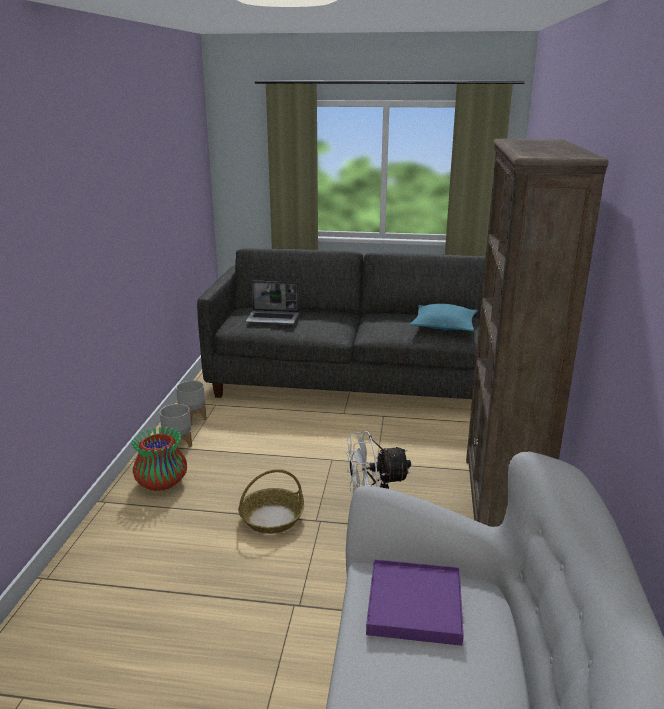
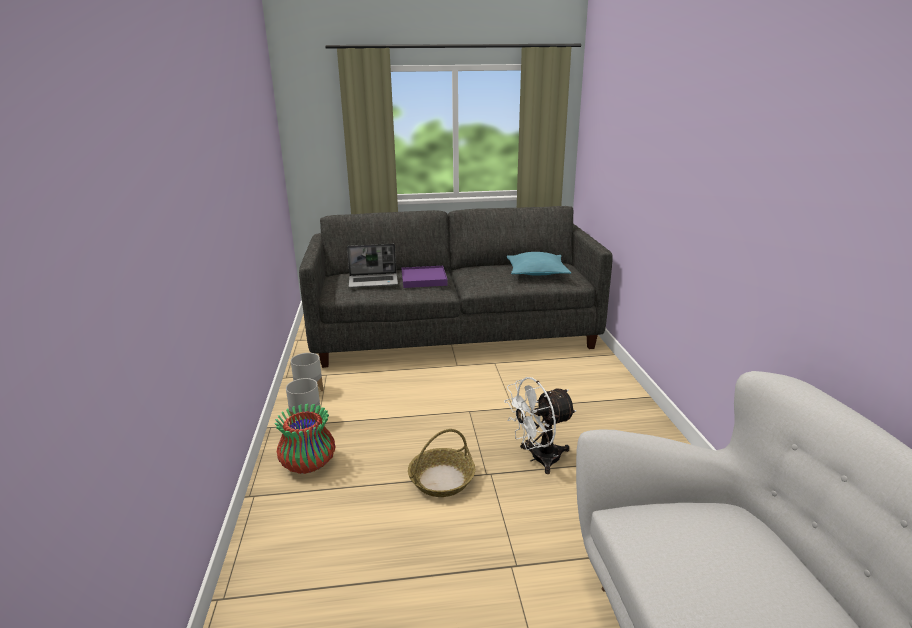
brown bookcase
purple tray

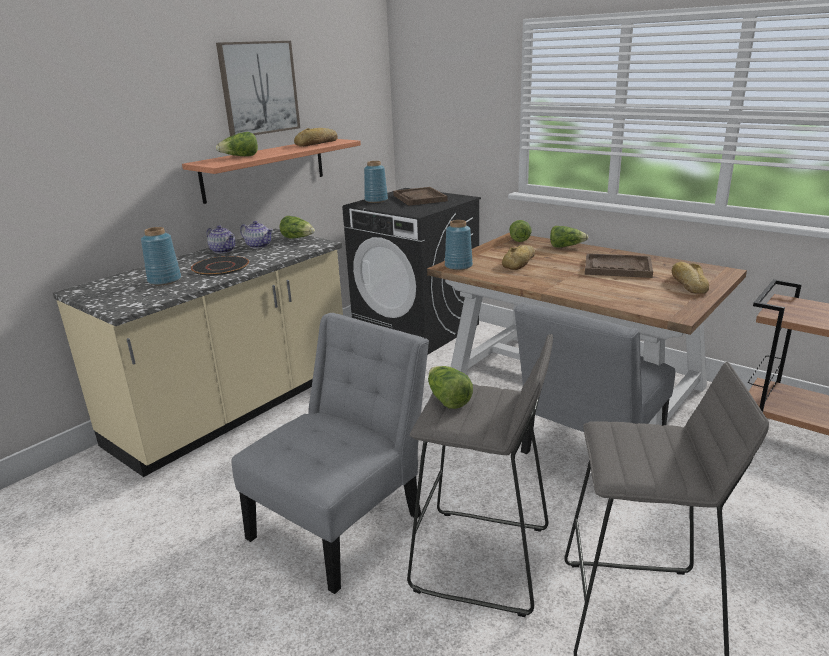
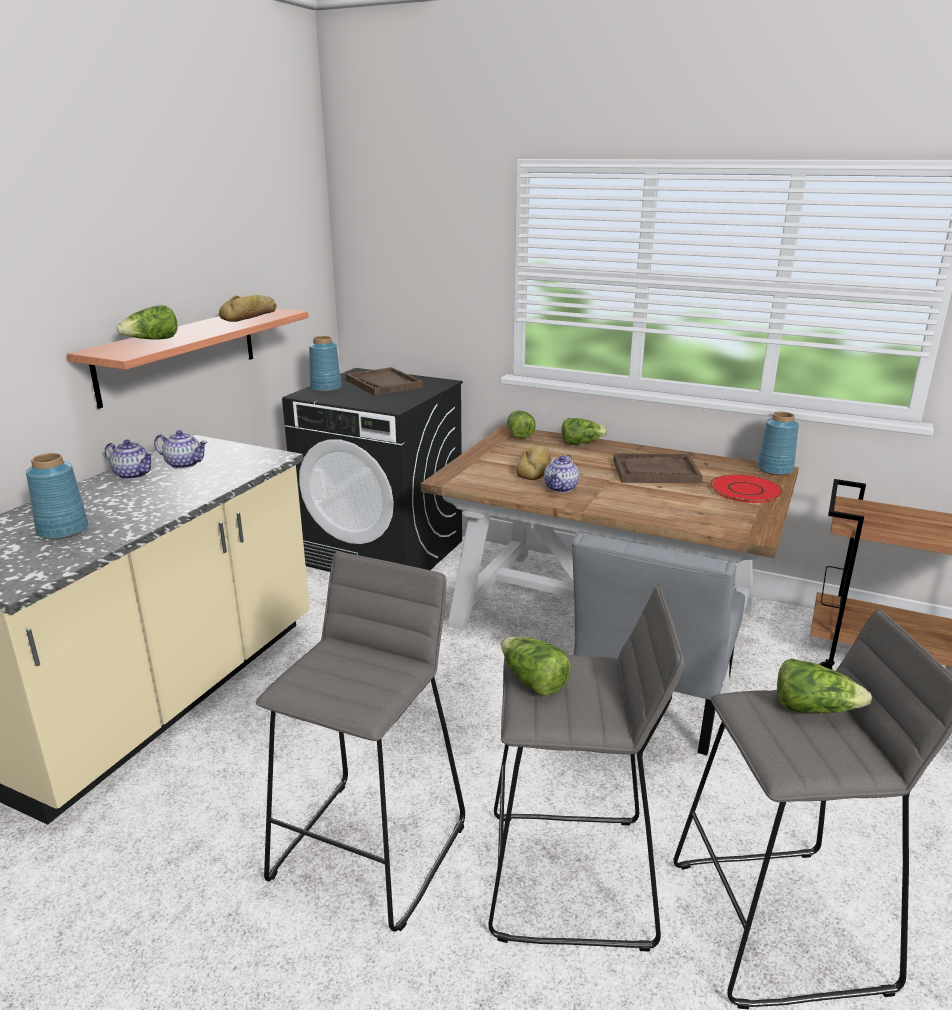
picture
lettuce (5th from left)
blue vase (3rd from left)
black plate
red plate
grey stool (1st from left)
teapot (3rd from left)

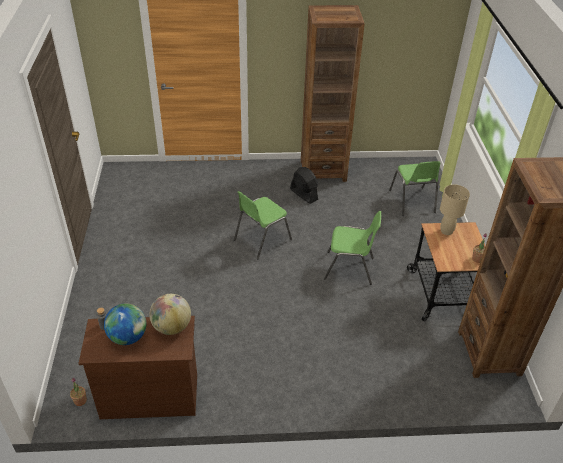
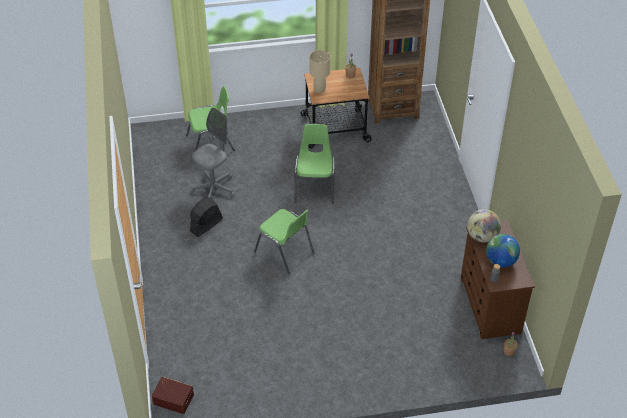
brown bookcase (1st from left in the first image)
grey office chair
brown storage box

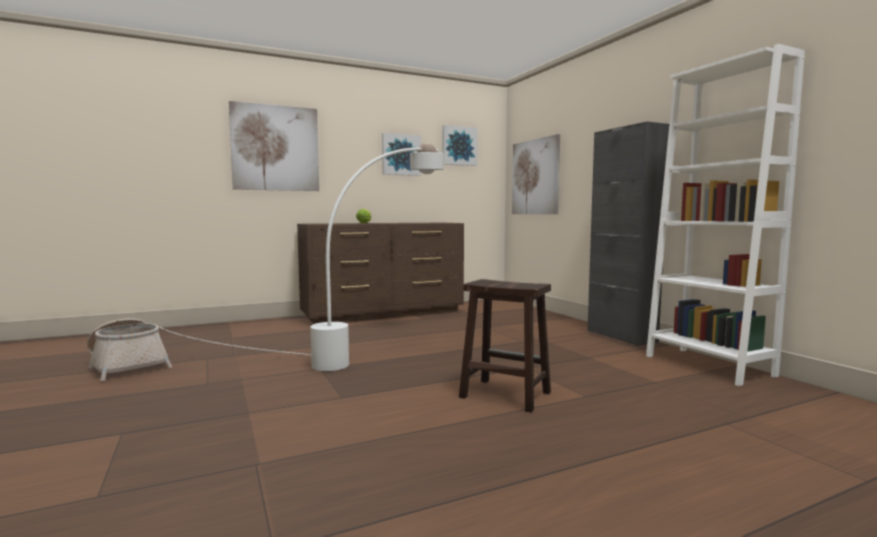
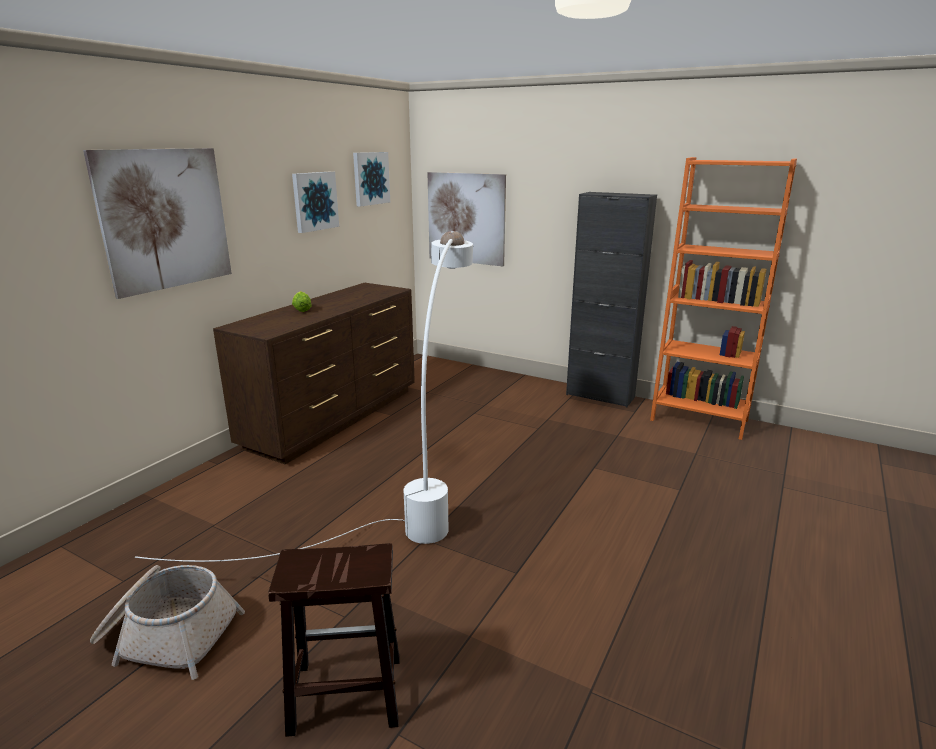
orange bookcase
brown stool

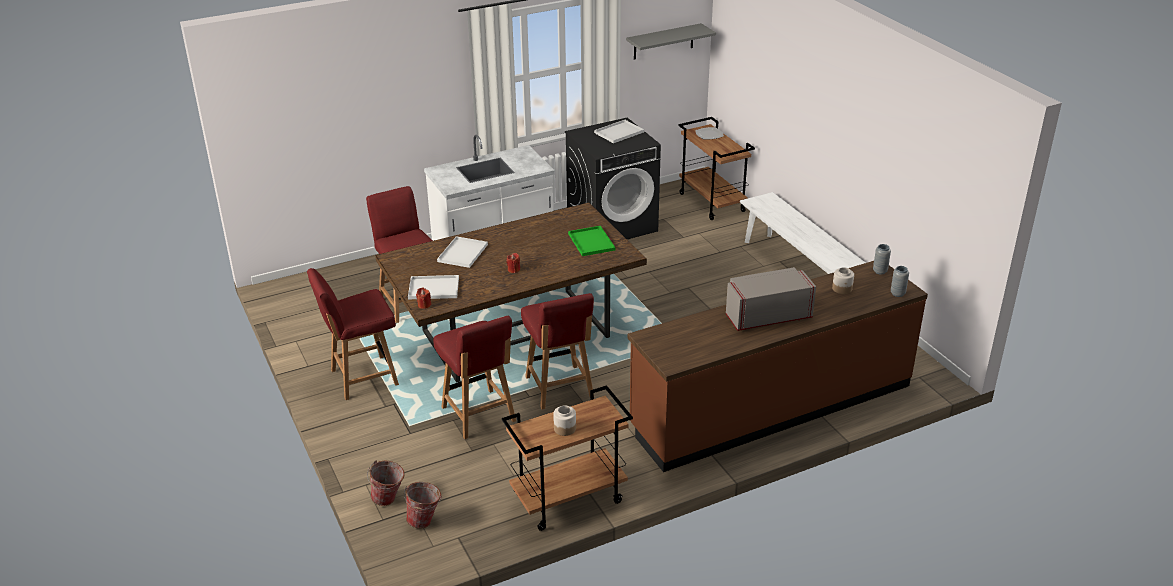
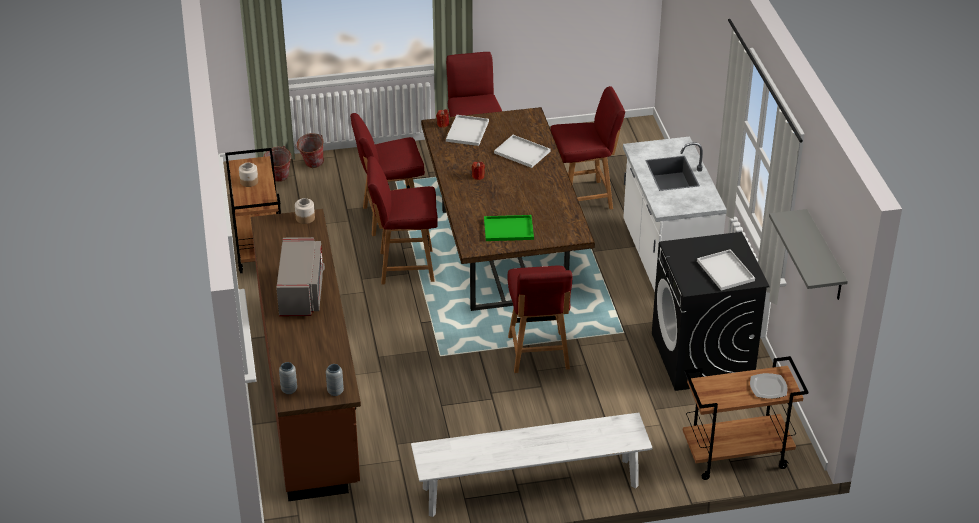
jar (2nd from left)
red chair (4th from left)

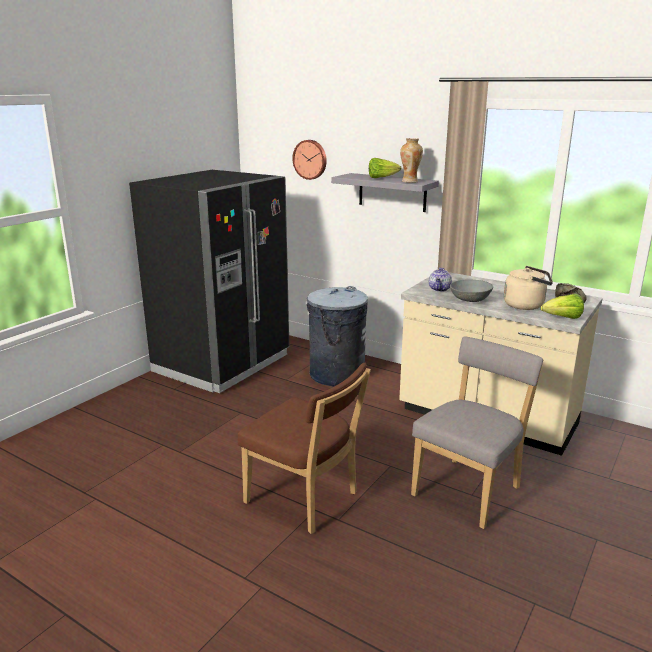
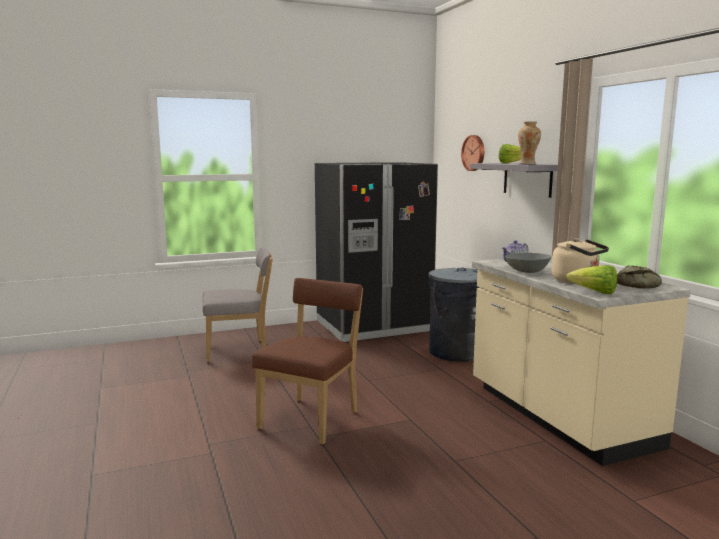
grey chair
brown chair

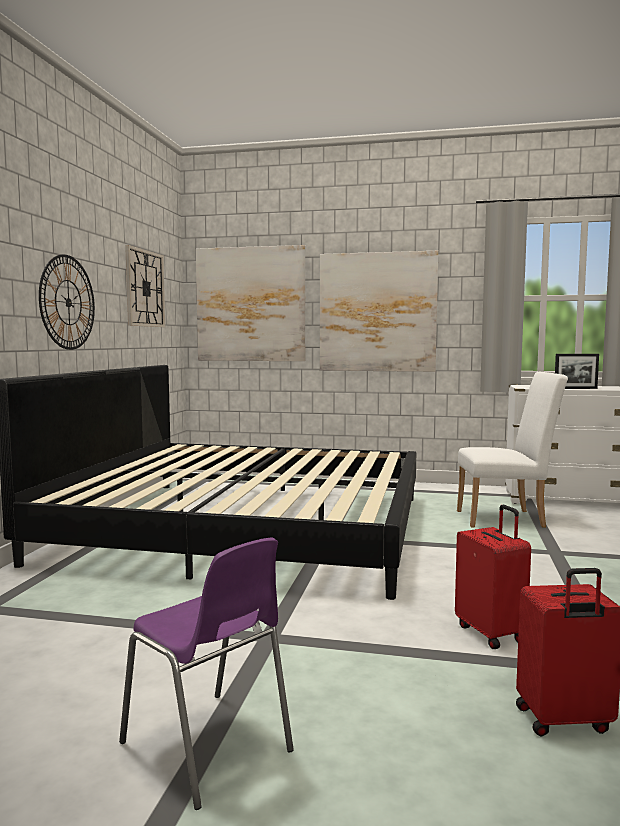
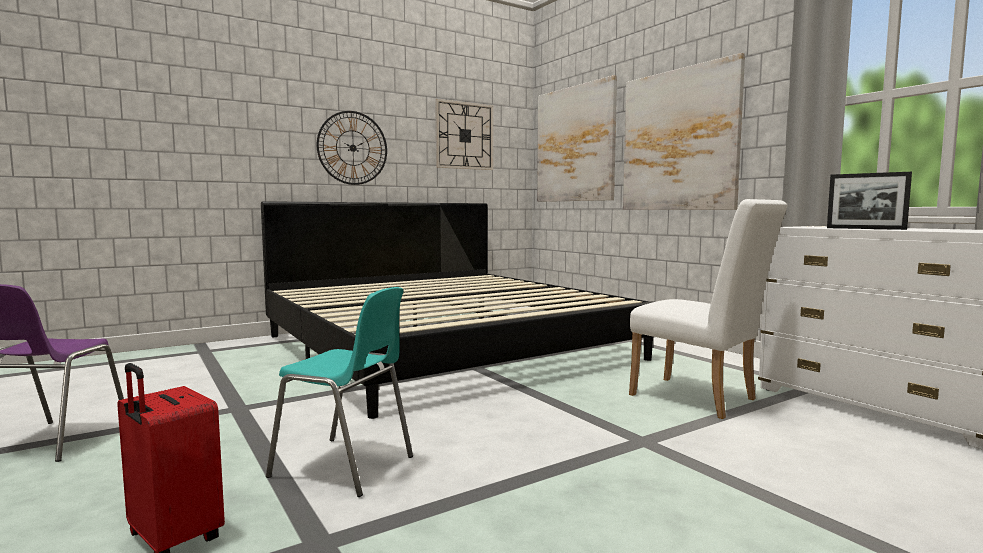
turquoise chair

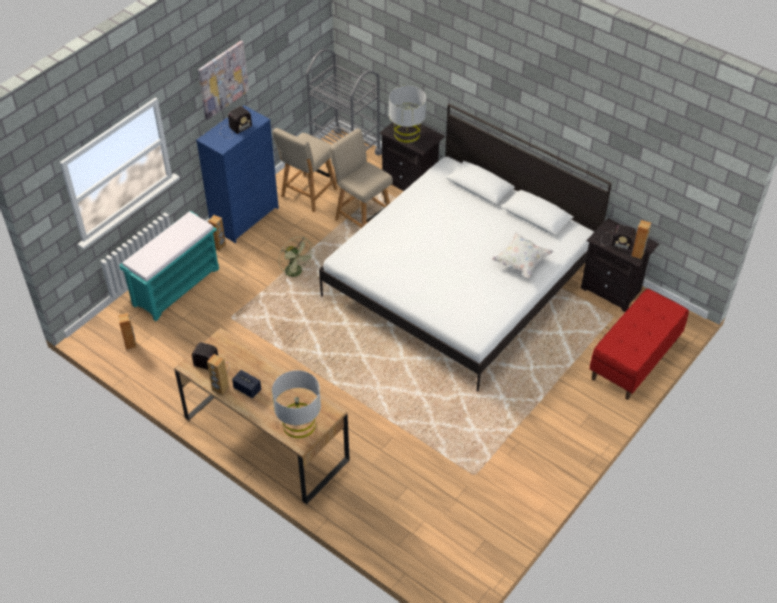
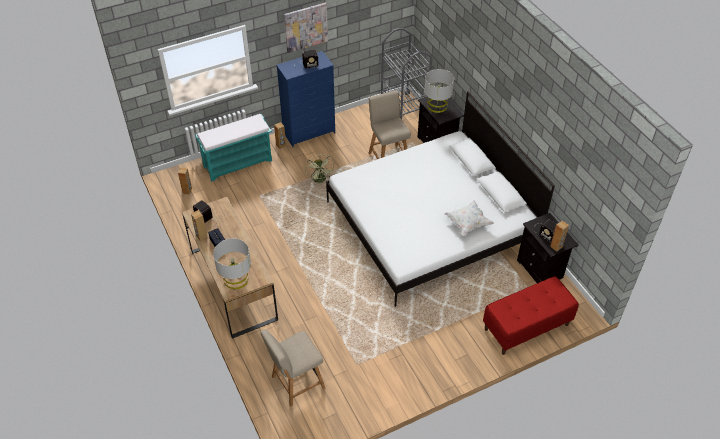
beige chair (1st from left)

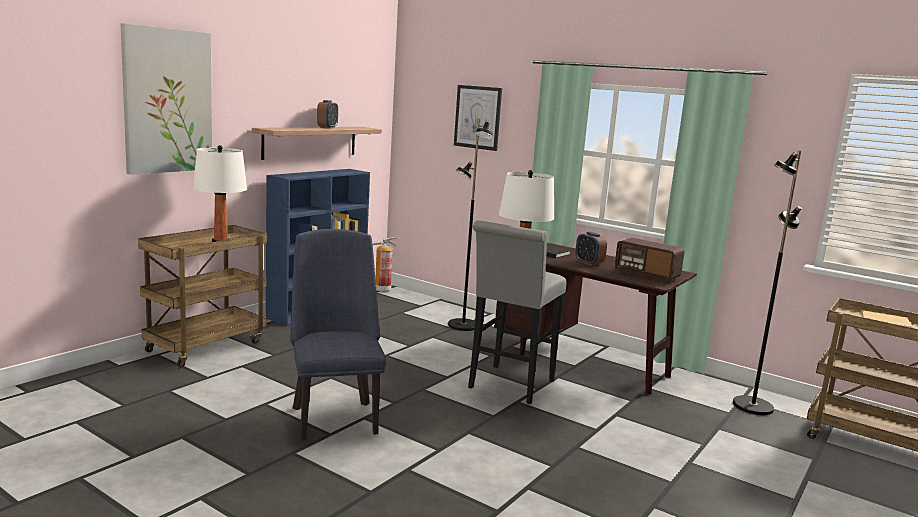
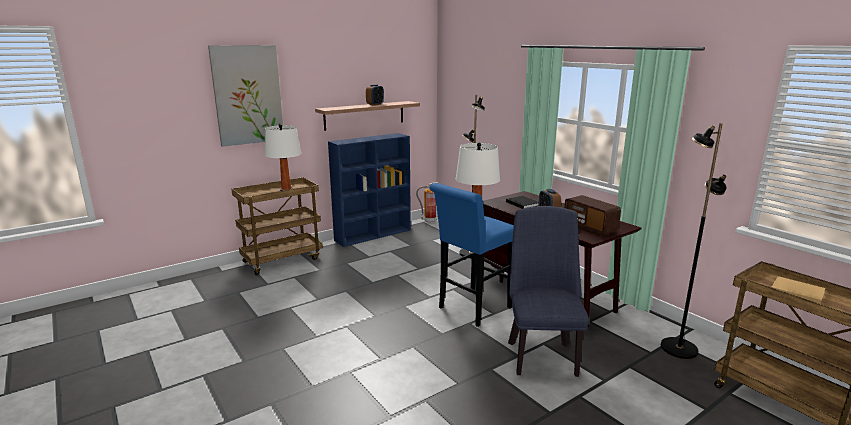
picture (2nd from left in the first image)
blue stool
blue chair

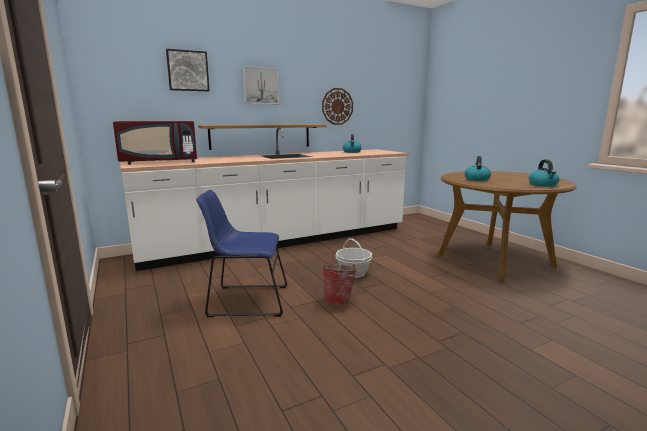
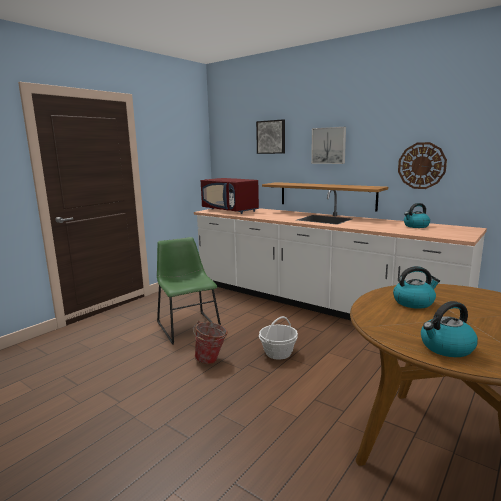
green chair

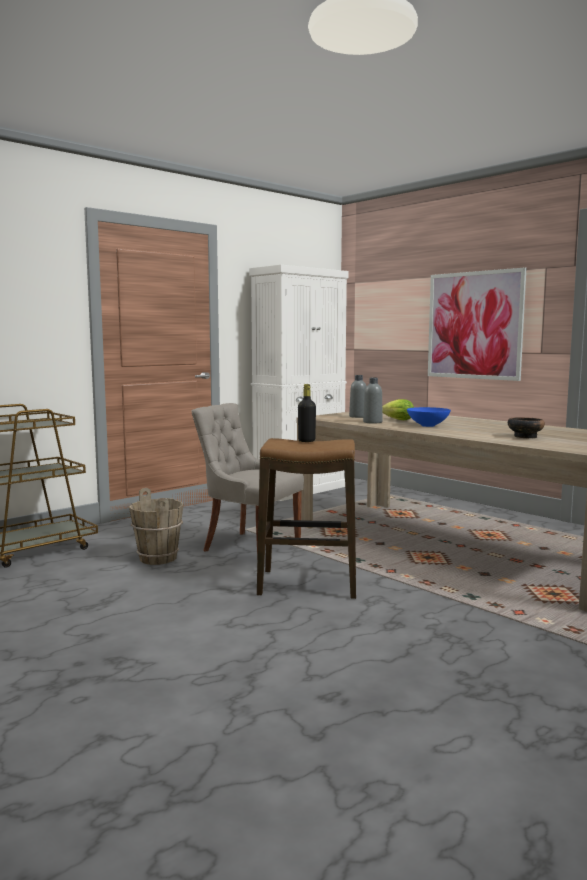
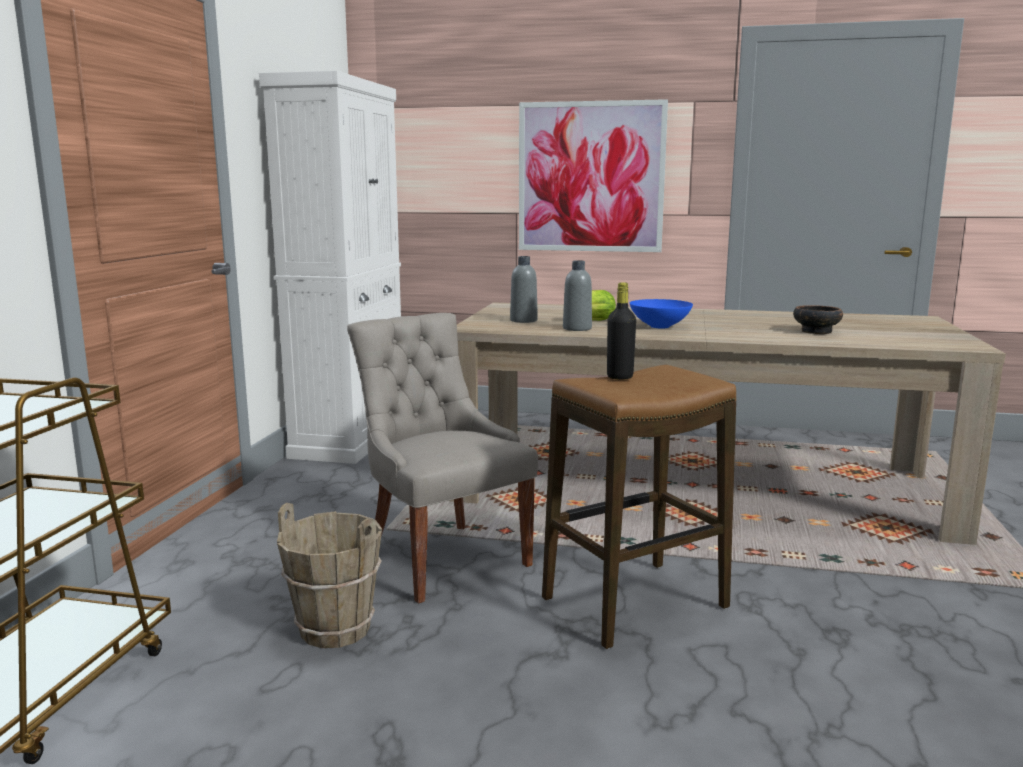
grey chair

